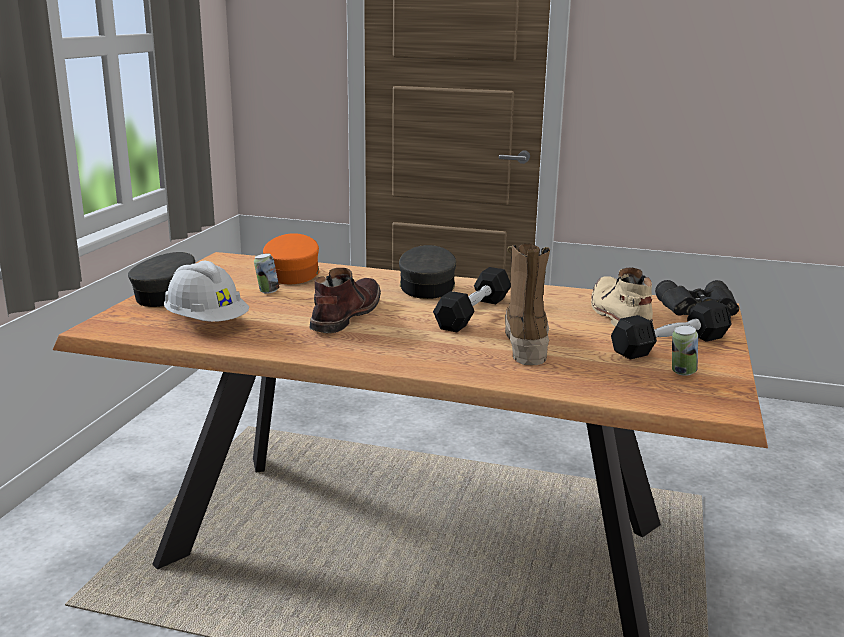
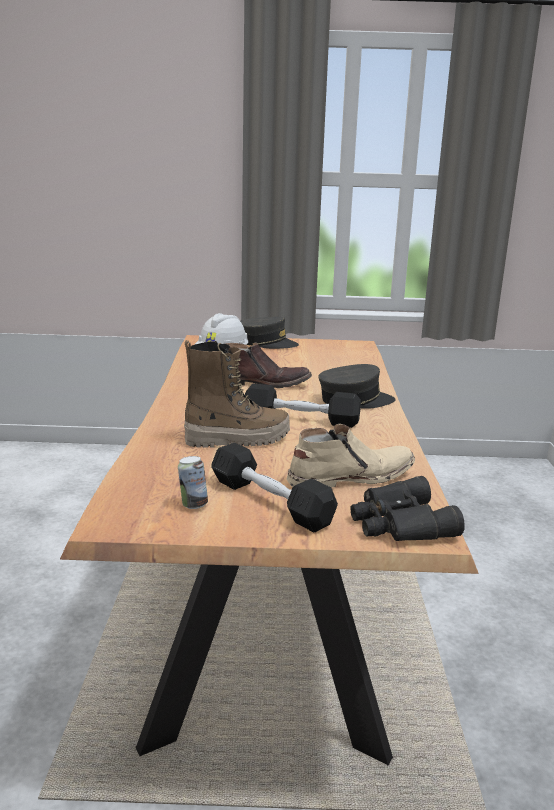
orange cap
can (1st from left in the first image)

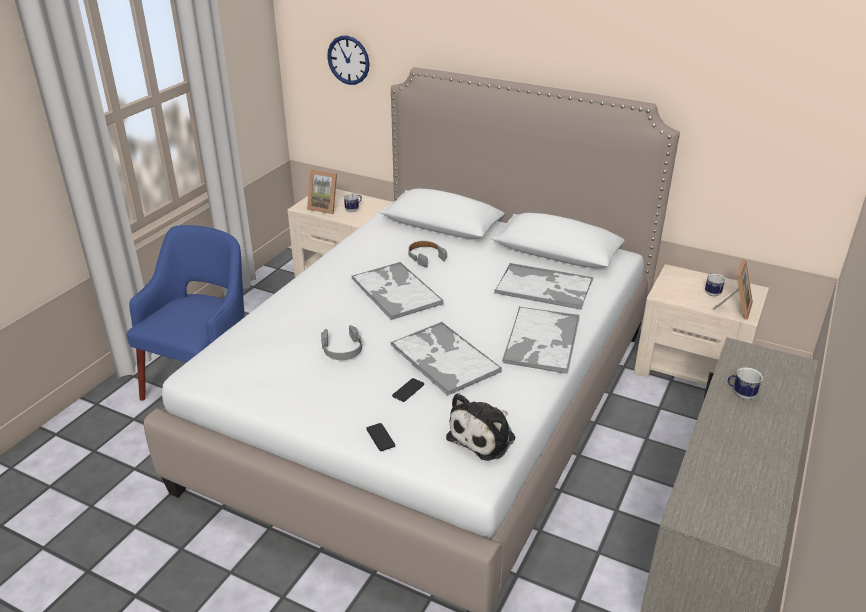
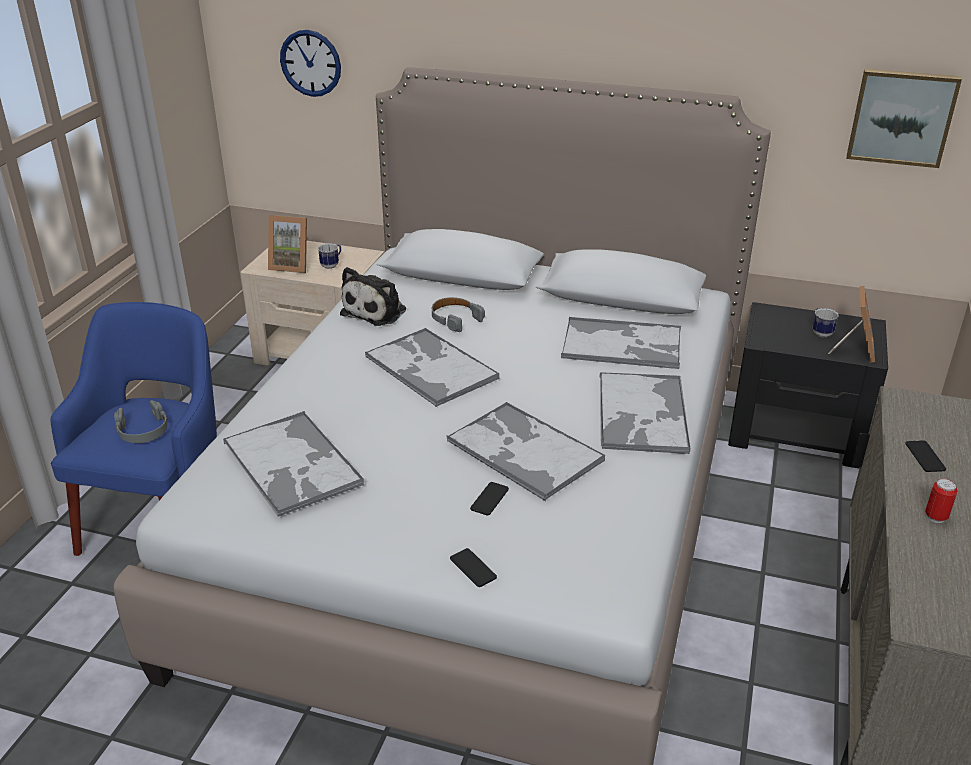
black nightstand
grey headphones (1st from left)
phone (3rd from left)
plush toy
picture
tray (1st from left)
can

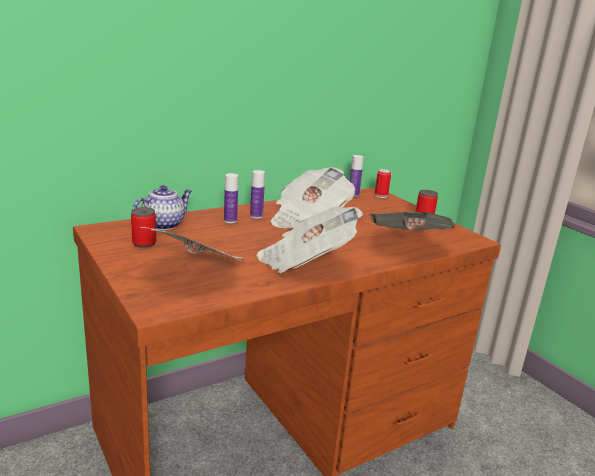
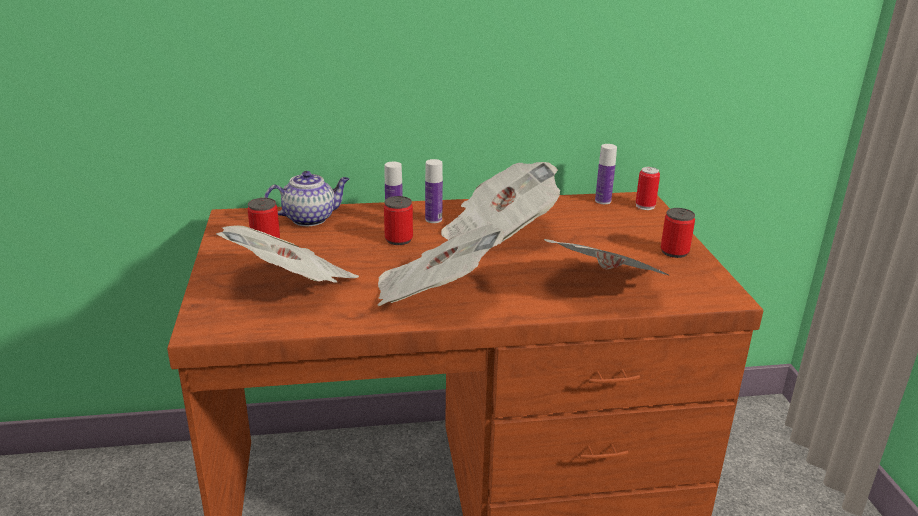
can (2nd from left)

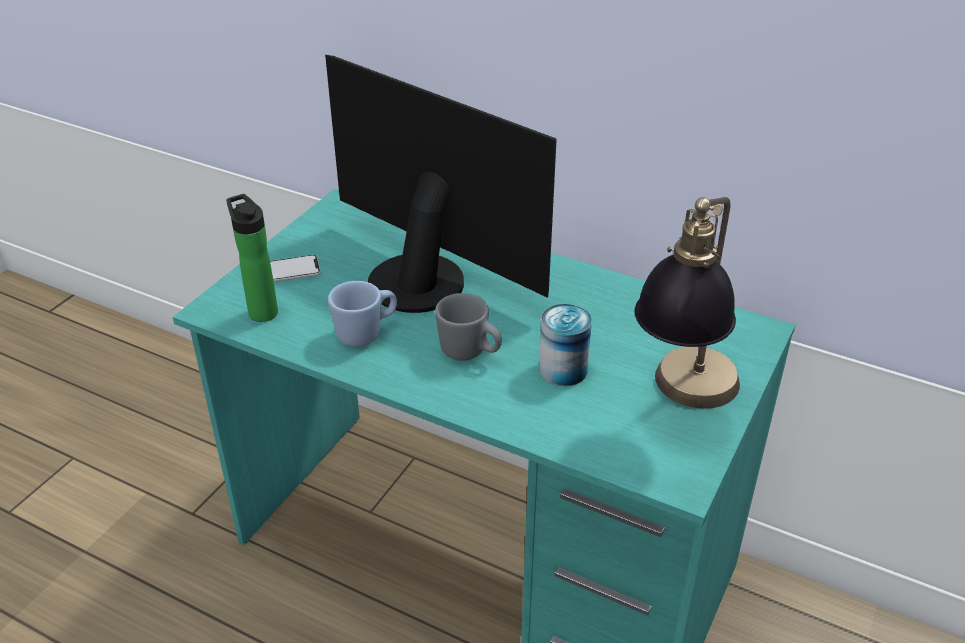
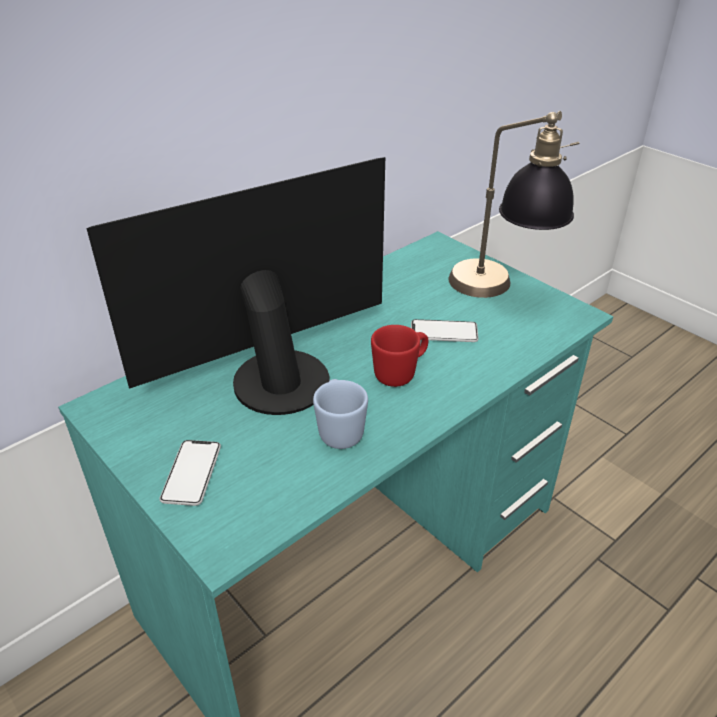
bottle
red mug
phone (2nd from left)

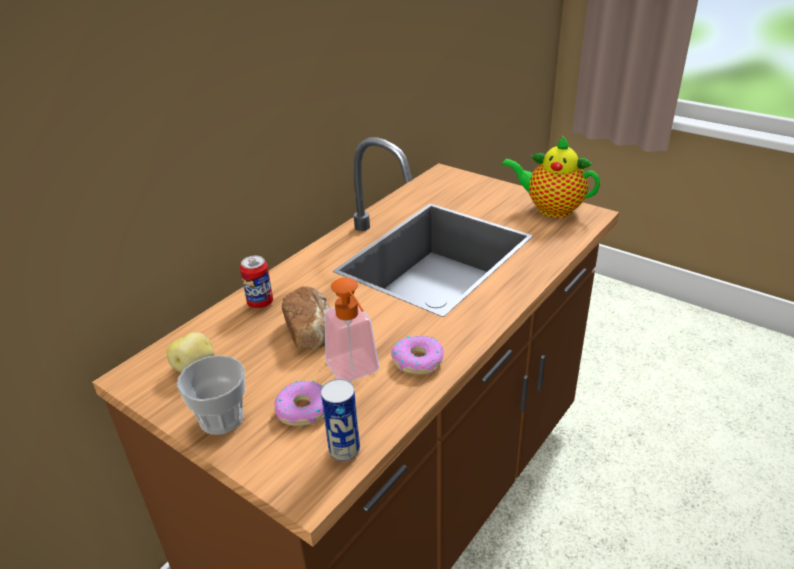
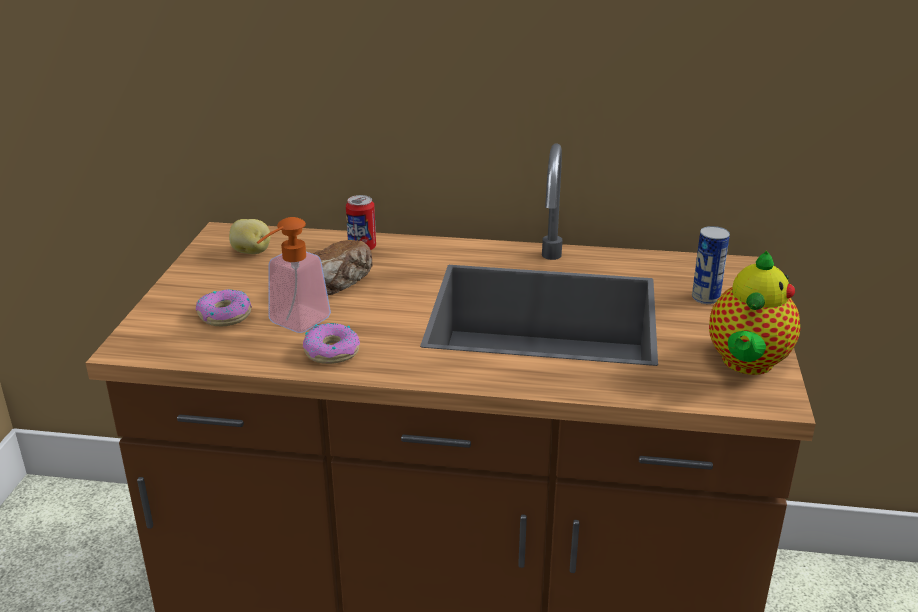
teapot
cup
can (2nd from left)

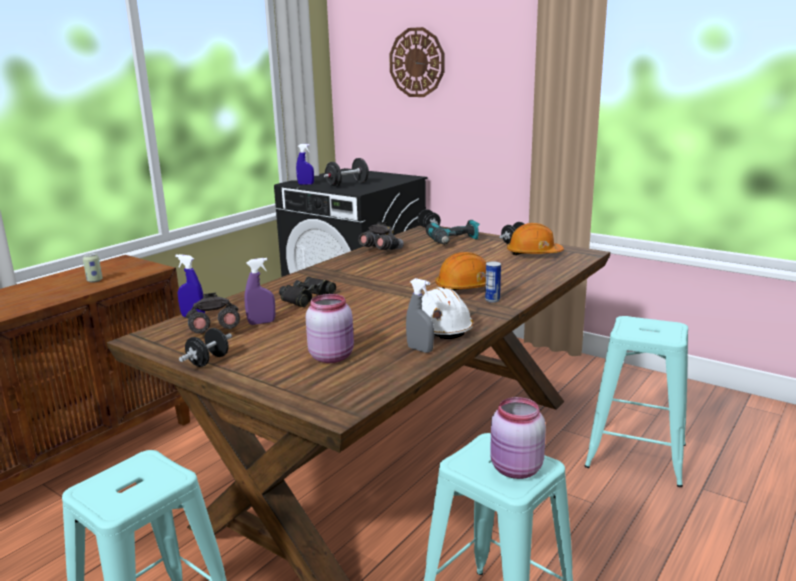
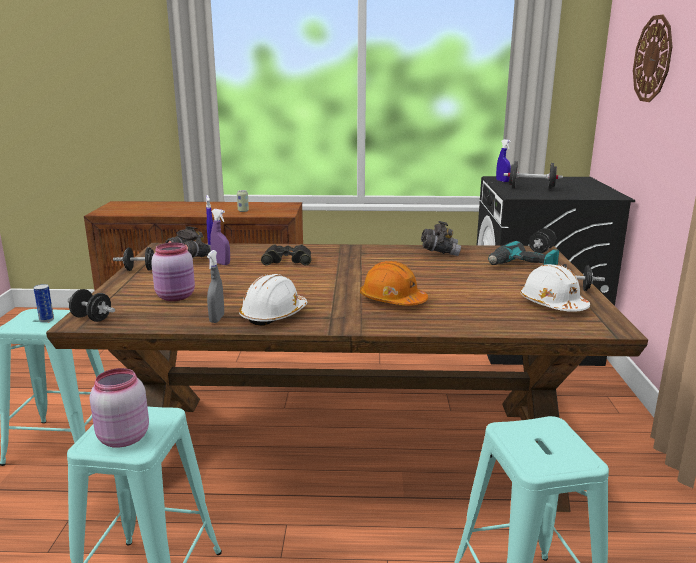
white hard hat (2nd from left)
can (1st from left)
black dumbbell (1st from left)

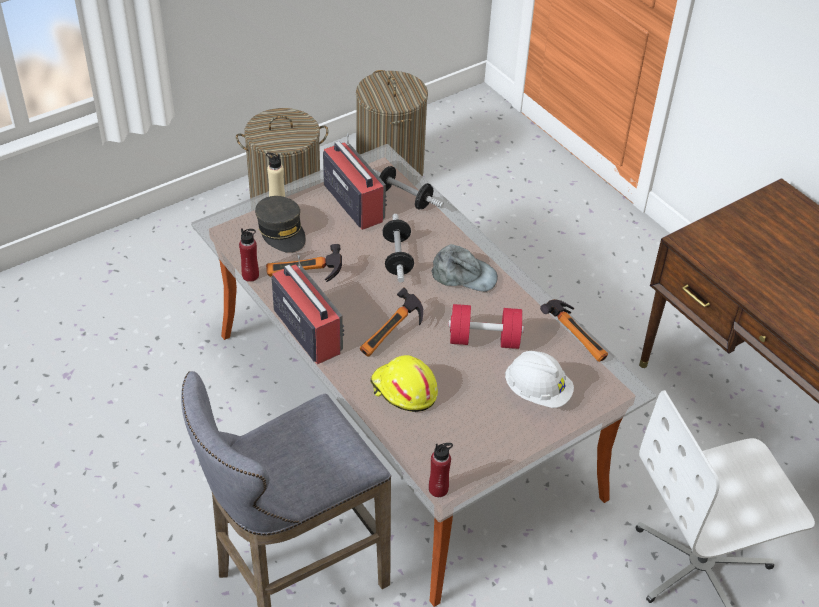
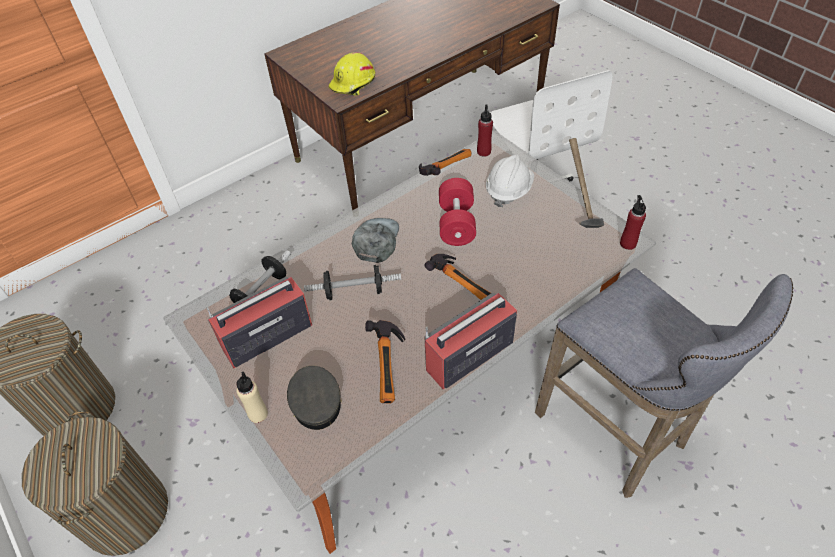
grey cap (1st from left)
red bottle (1st from left)
yellow hard hat
hammer (4th from left)

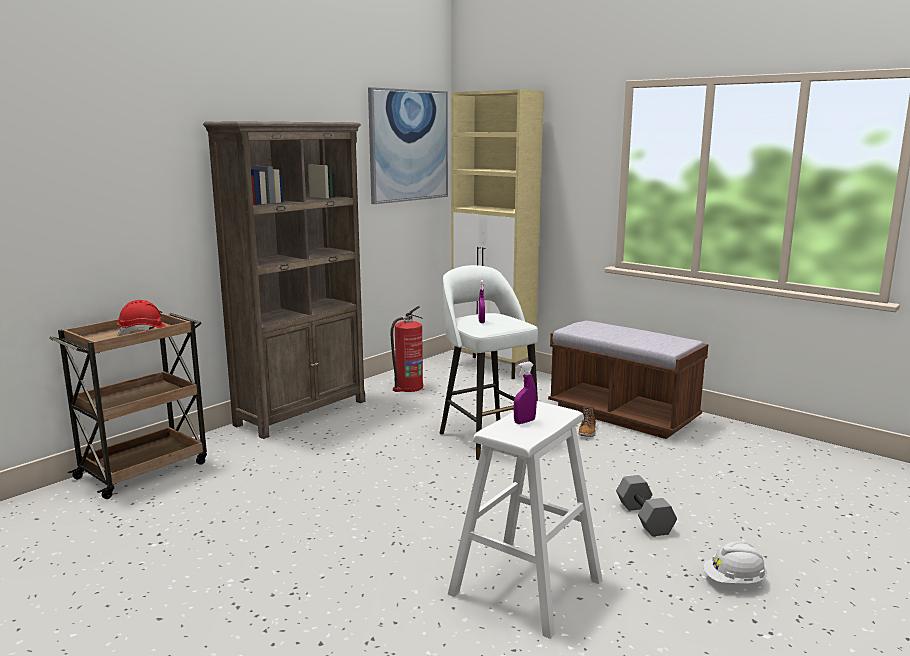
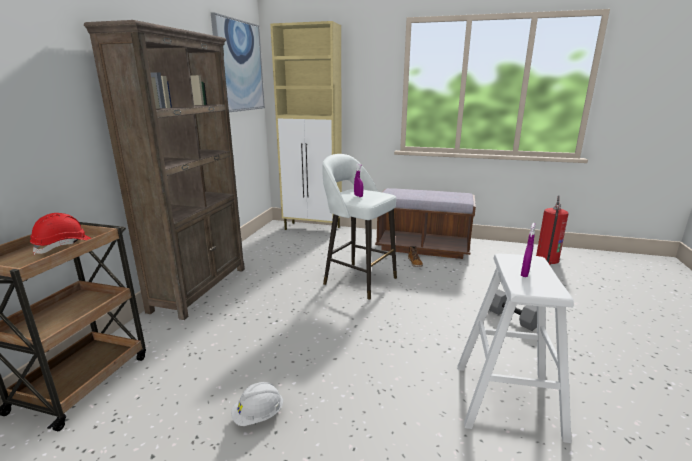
fire extinguisher
white hard hat

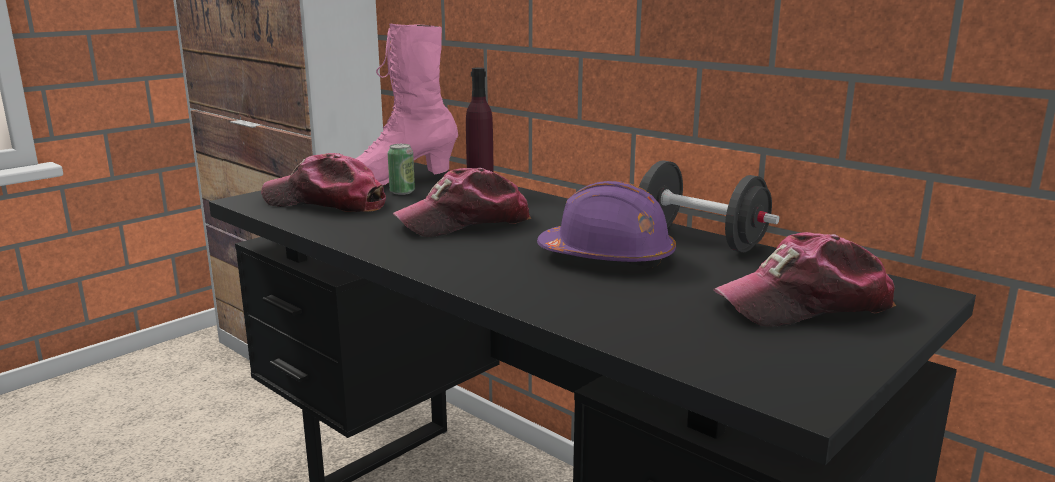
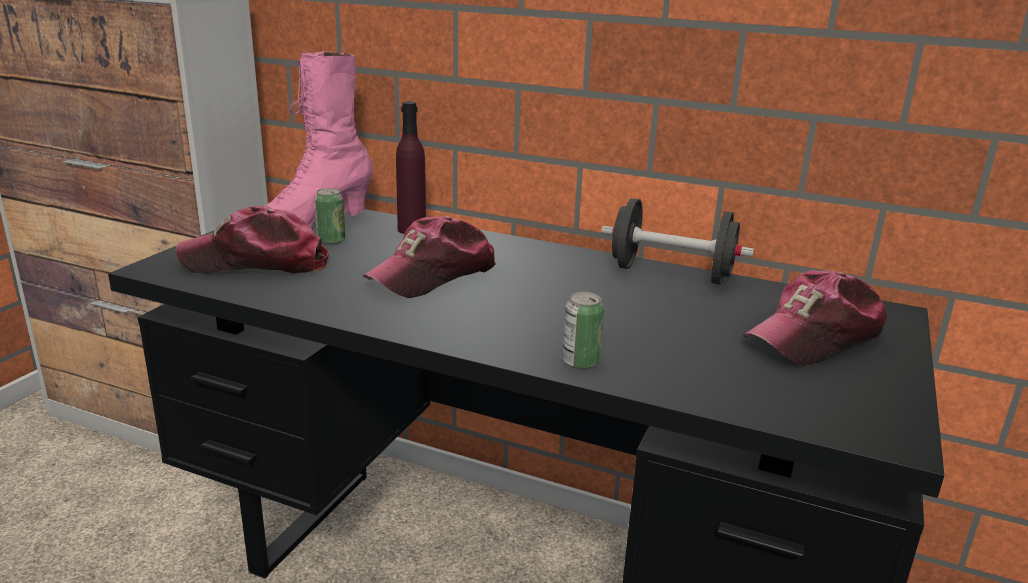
purple hard hat
can (2nd from left)

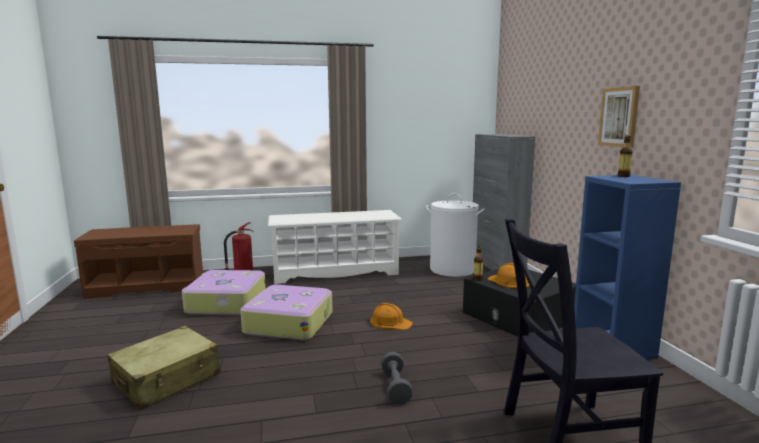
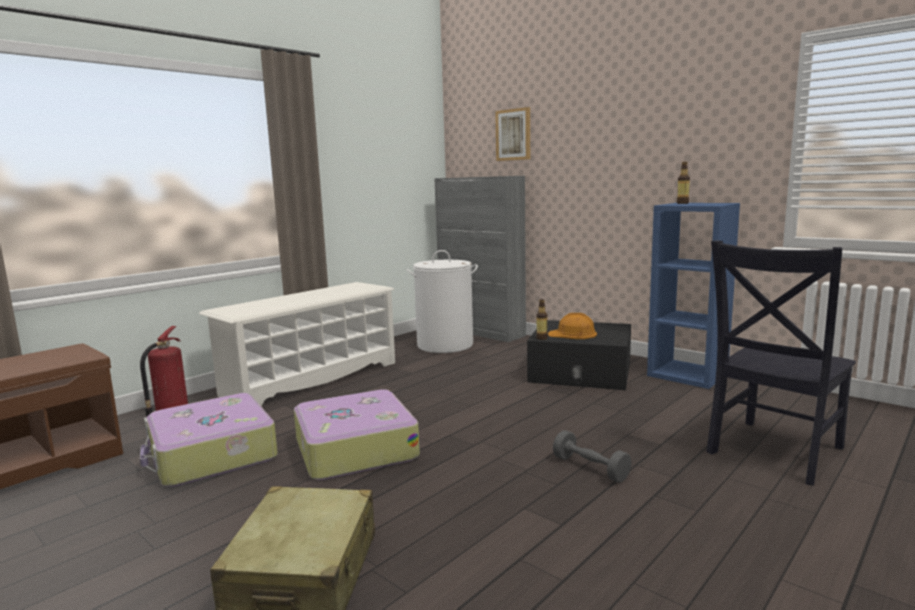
picture
orange hard hat (1st from left in the first image)

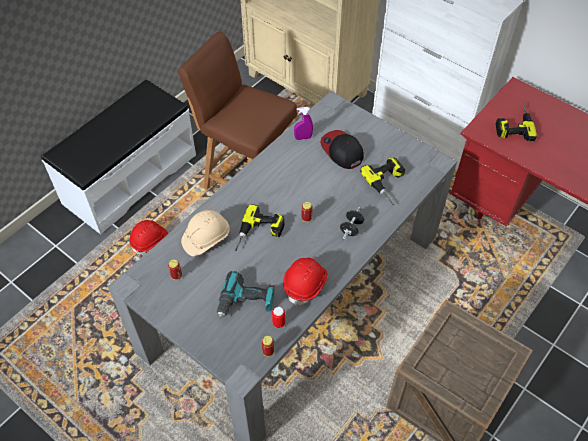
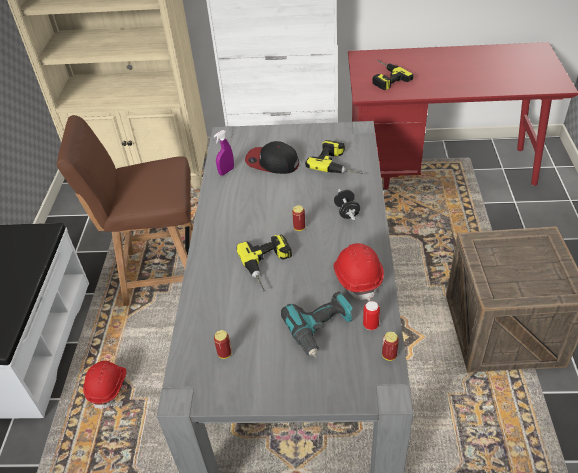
beige hard hat

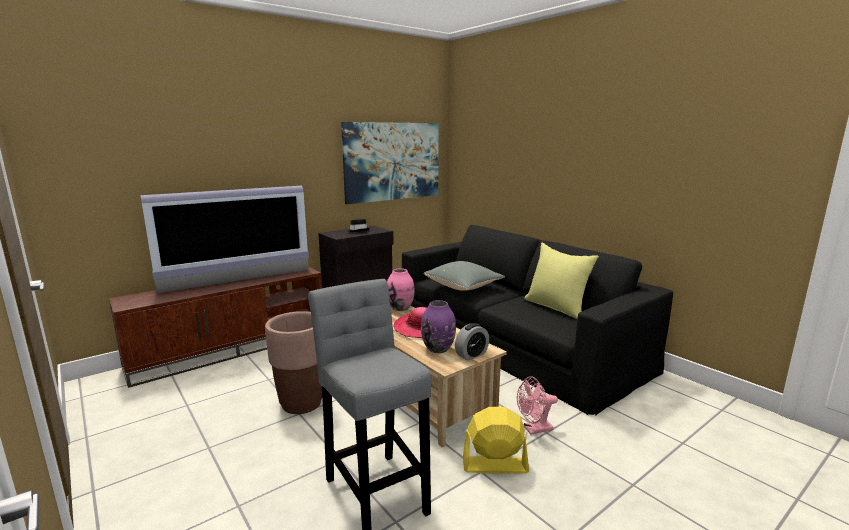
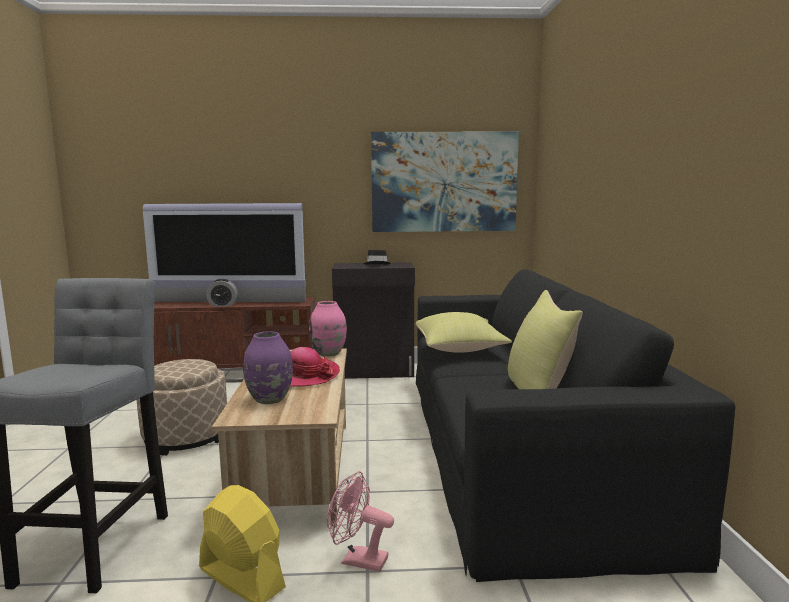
yellow pillow (1st from left)
beige ottoman
alarm clock

